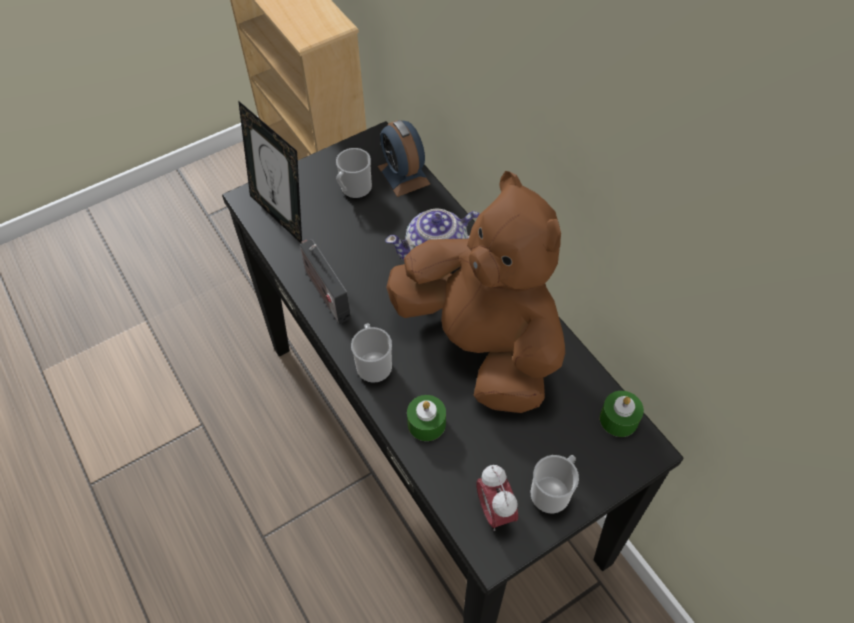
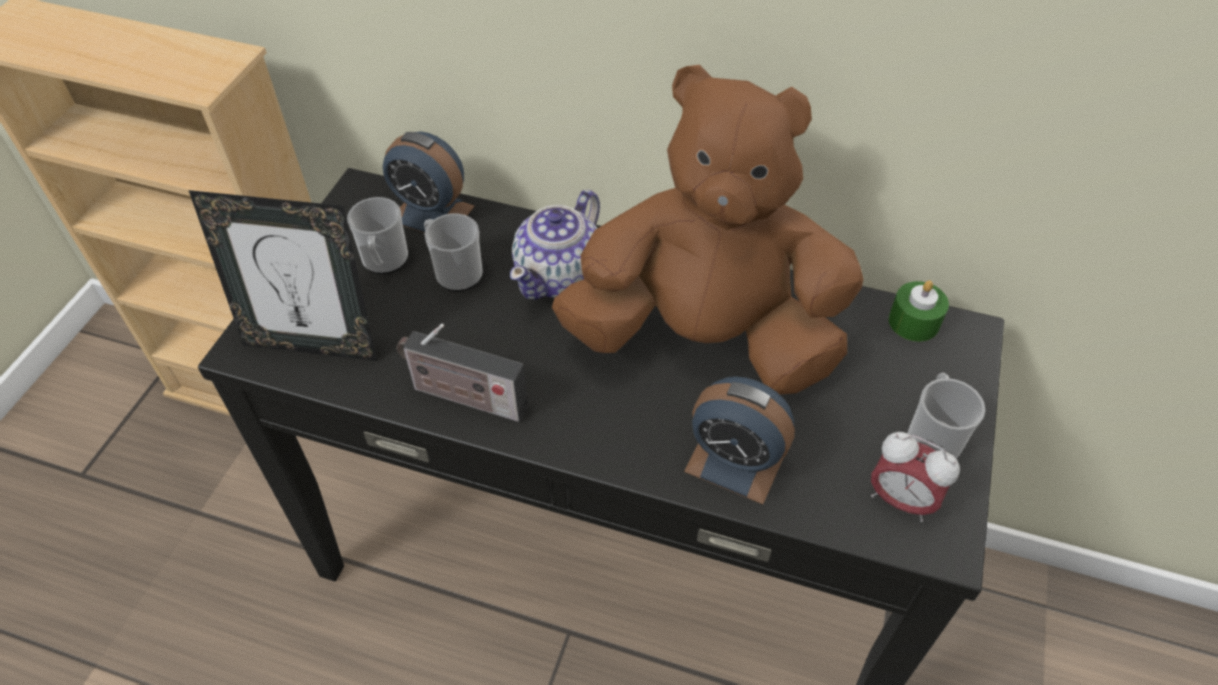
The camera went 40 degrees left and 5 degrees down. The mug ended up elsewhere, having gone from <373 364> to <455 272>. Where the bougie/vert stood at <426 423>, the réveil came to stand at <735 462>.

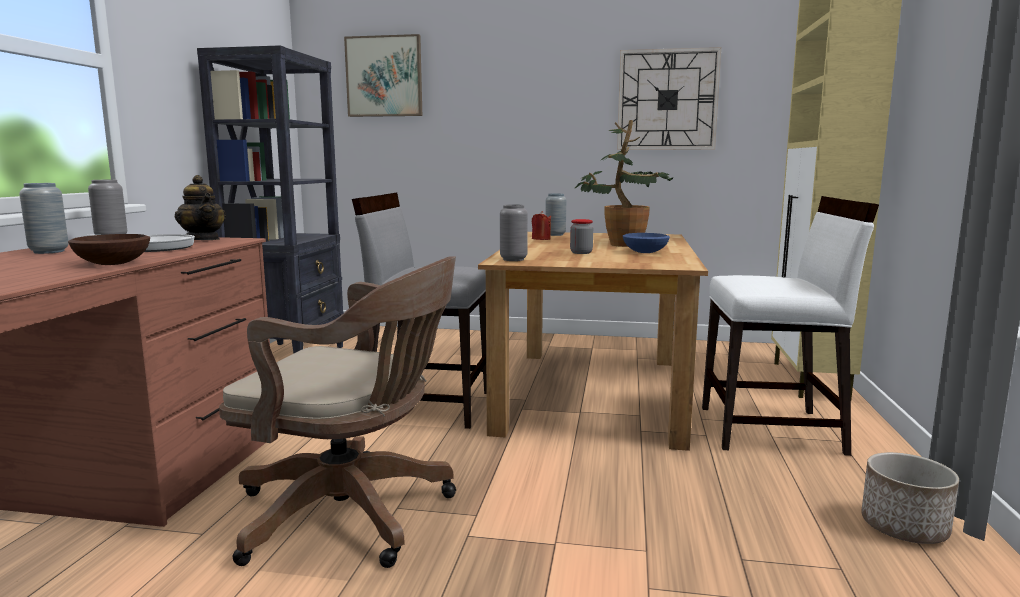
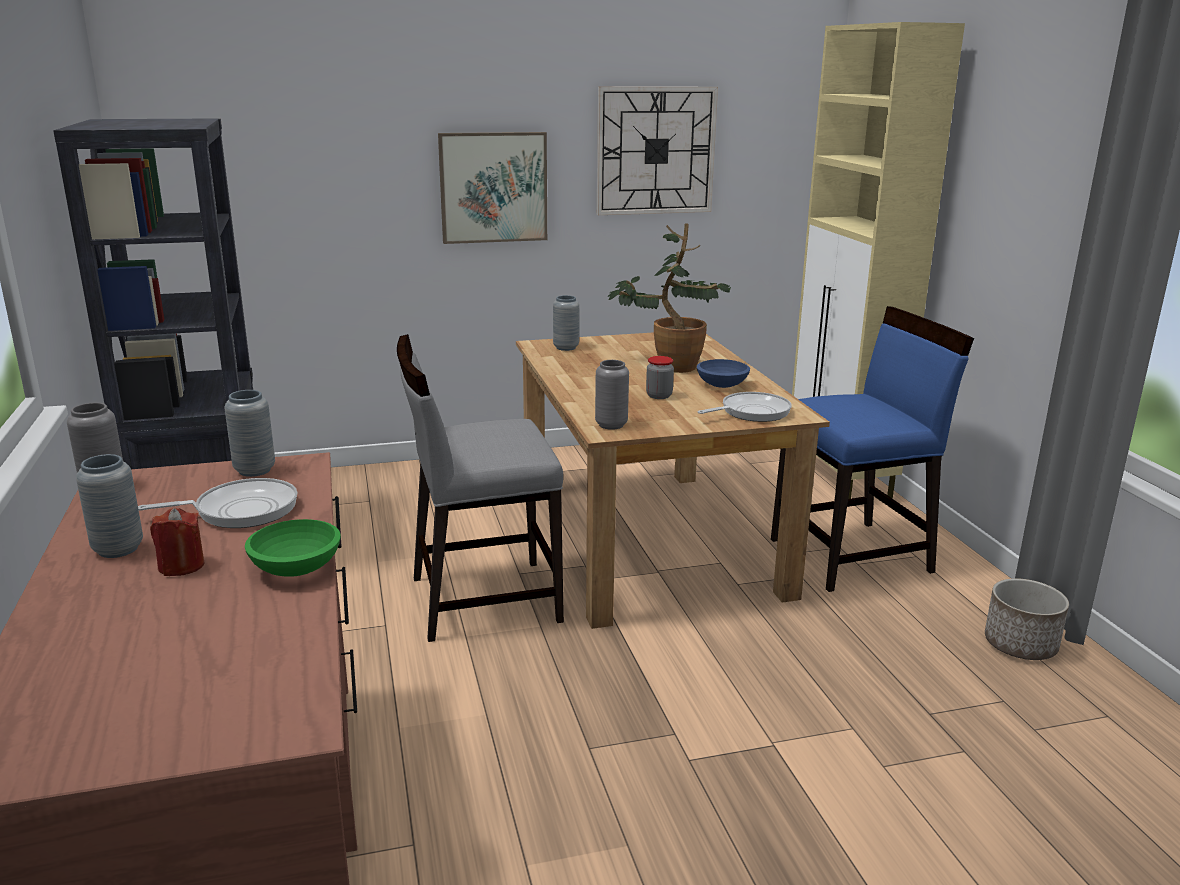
The camera went 25 degrees left and 10 degrees up. What was the bol/marron at <112 263> turned into the bol/vert at <294 568>. Where the théière stood at <203 239>, the vase/gris came to stand at <254 470>. The second view lost the chaise de bureau/marron at <354 514>. The tableau ended up elsewhere, having gone from <384 76> to <493 187>. The bougie/rouge ended up elsewhere, having gone from <541 239> to <181 566>. What was the chaise/blanc at <772 430> turned into the chaise/bleu at <852 555>. The second view gained the poêle at <751 412>.

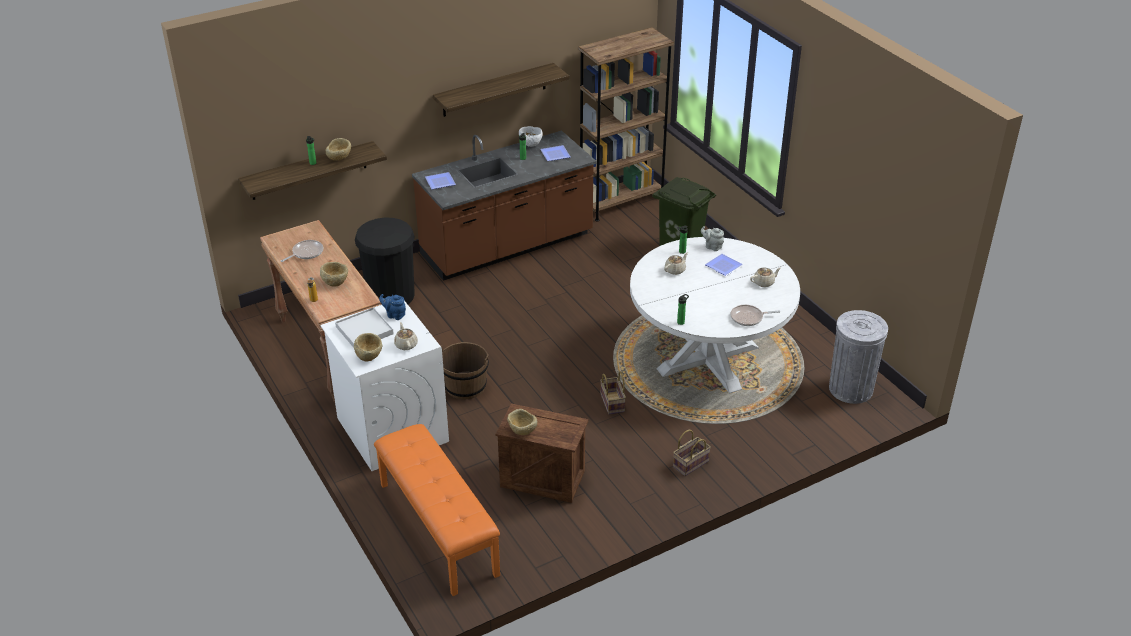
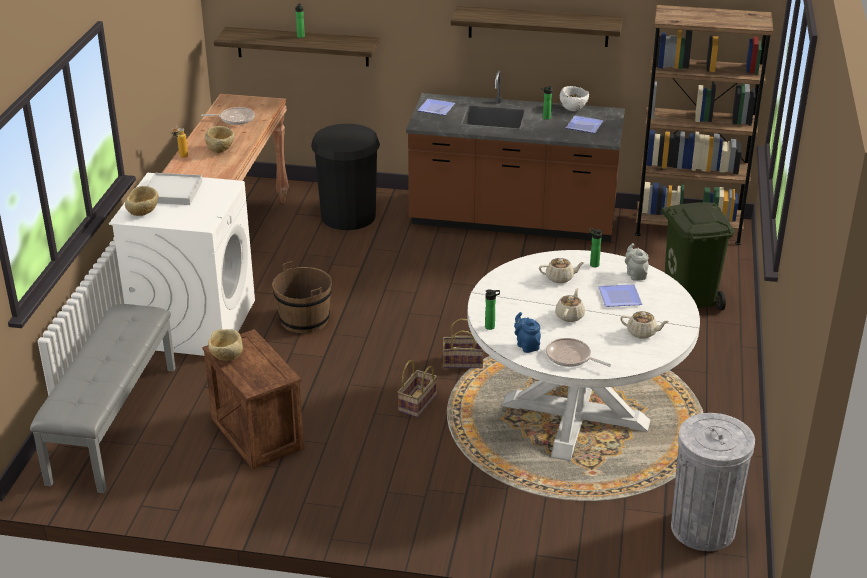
The camera went 40 degrees right and 5 degrees down. The second view lost the bol/beige at <339 159>. What was the banc/orange at <437 528> turned into the banc/gris at <112 423>. The théière/bleu ended up elsewhere, having gone from <394 315> to <526 345>. The théière/beige ended up elsewhere, having gone from <406 344> to <570 316>. The panier ended up elsewhere, having gone from <691 463> to <464 361>.

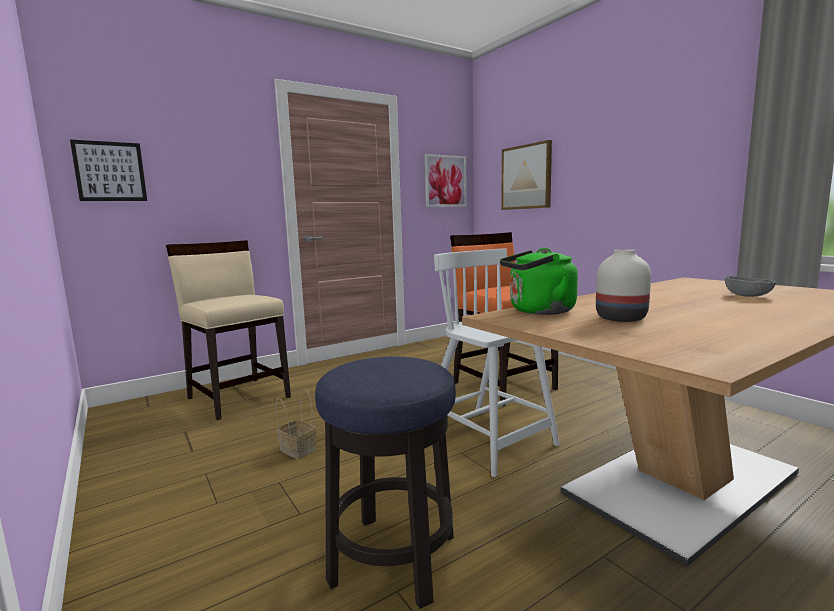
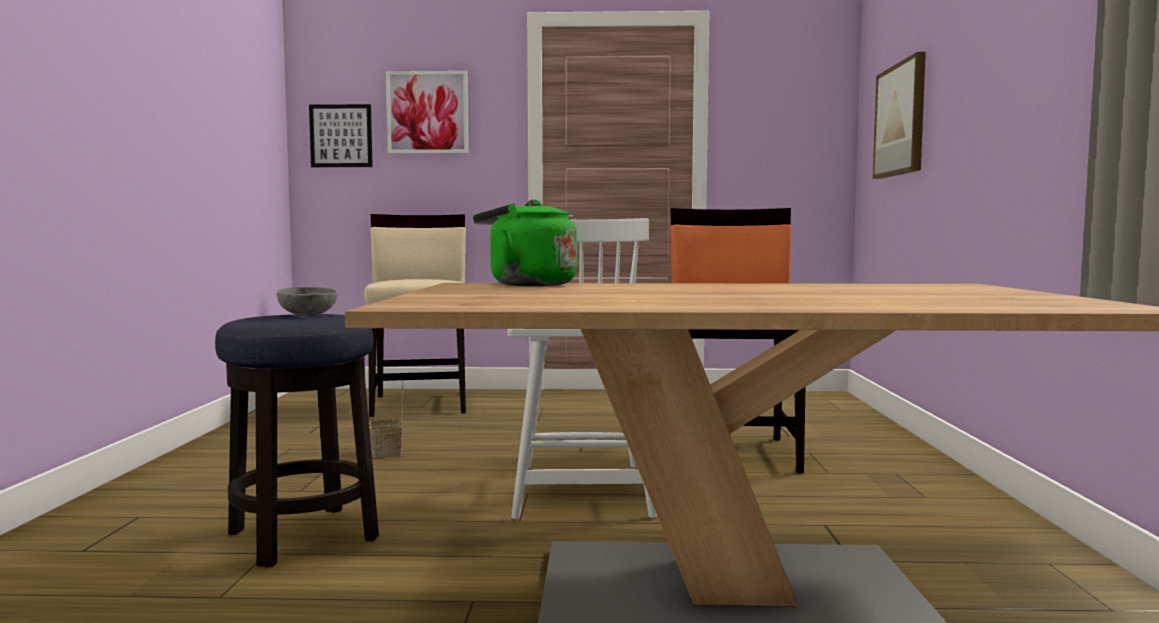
The camera went 35 degrees right and 5 degrees down. The tableau ended up elsewhere, having gone from <445 181> to <427 112>. The second view lost the vase/blanc at <621 318>. The bol/gris ended up elsewhere, having gone from <747 296> to <309 315>.

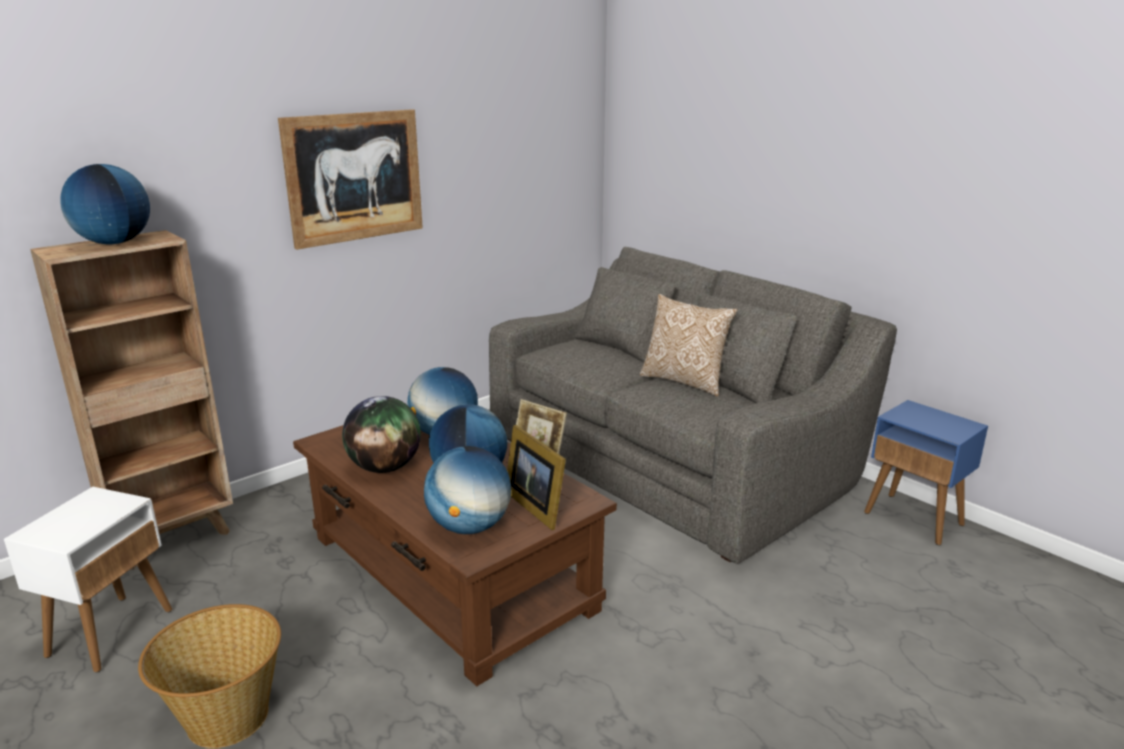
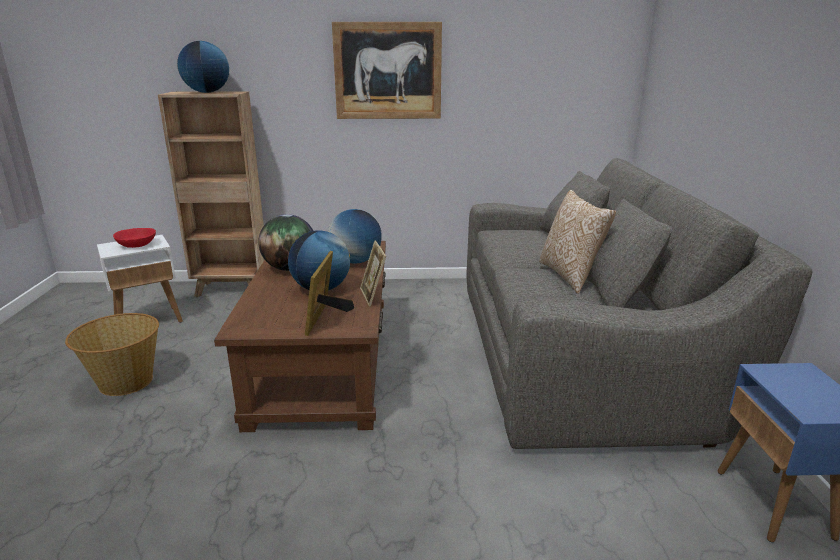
The camera went 40 degrees right and 0 degrees up. The second view lost the globe at <469 527>. The second view gained the bol/rouge at <137 245>.

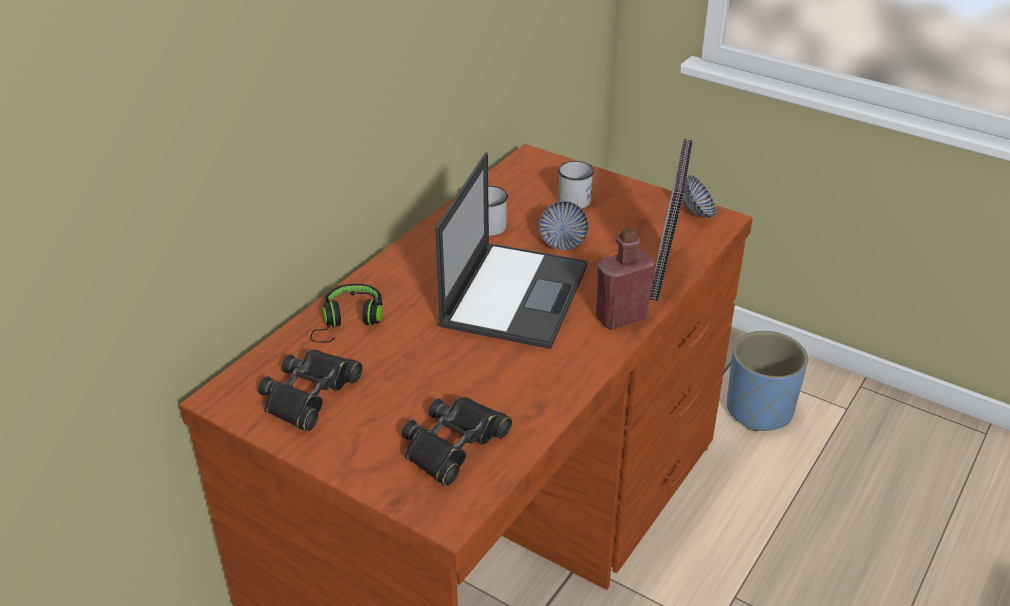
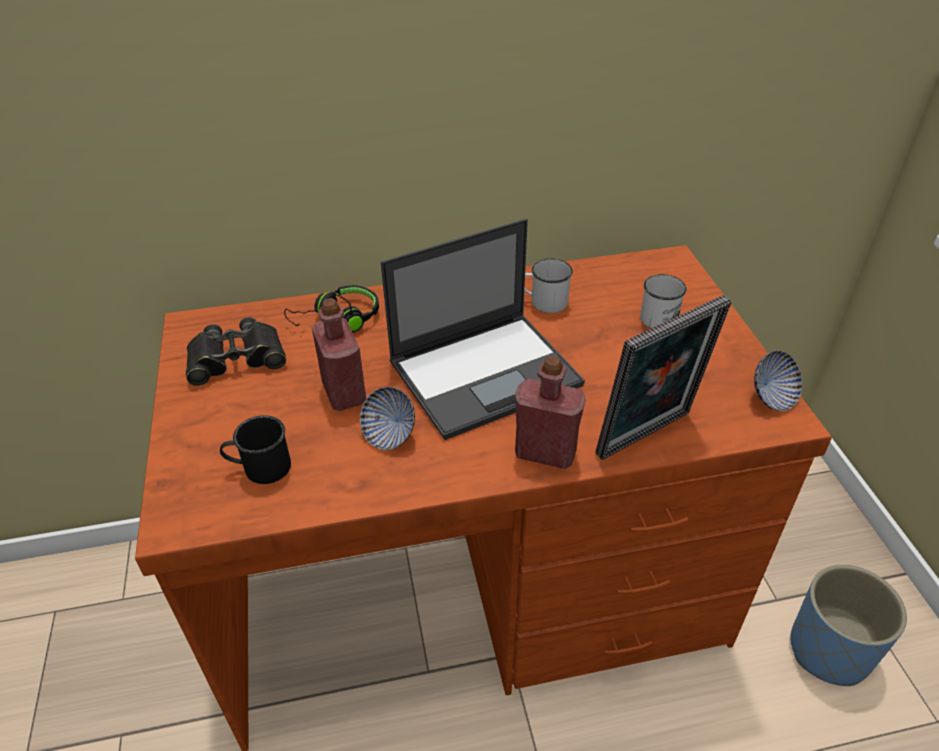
The camera went 45 degrees right and 5 degrees up. Where the jumelles/noir stood at <453 445>, the mug/noir came to stand at <260 468>. The bol ended up elsewhere, having gone from <562 241> to <389 434>. The second view gained the bouteille/rouge at <344 393>.

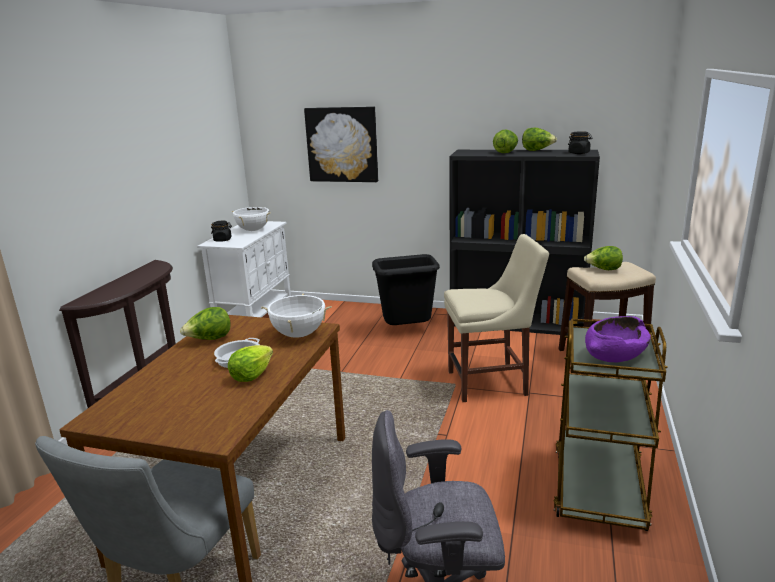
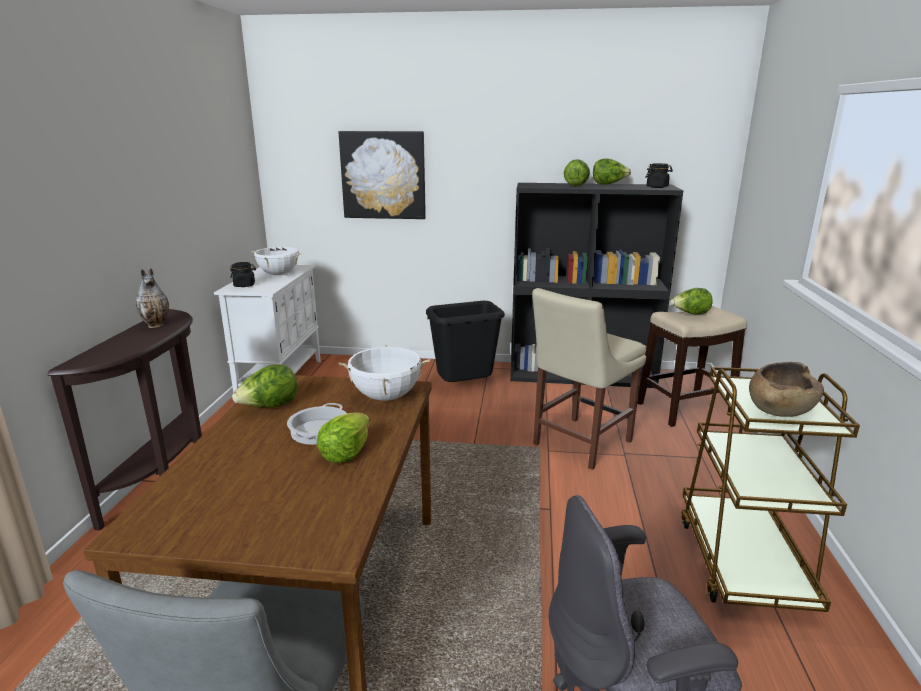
The camera went 10 degrees left and 0 degrees up. The chaise/beige at <491 383> ended up facing another way, 150 degrees clockwise from before. What was the bol/violet at <615 354> turned into the bol/marron at <781 407>. The second view gained the vase at <157 325>.

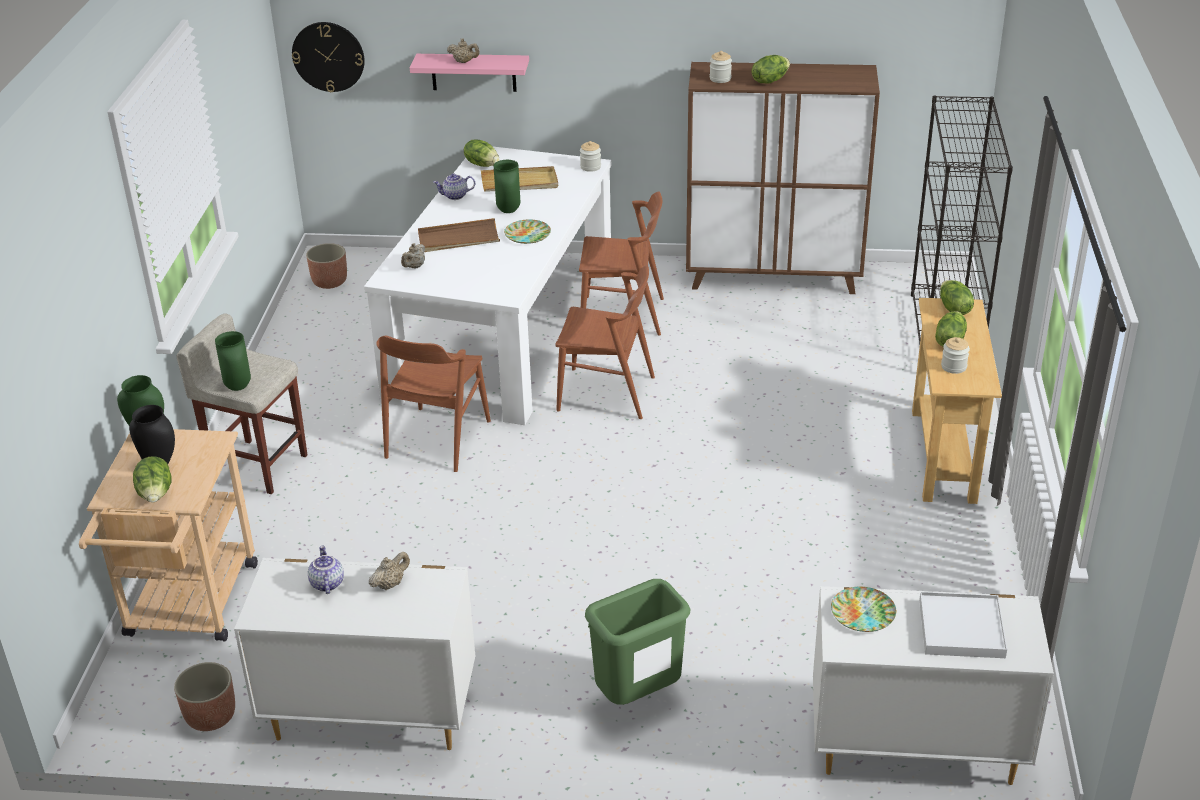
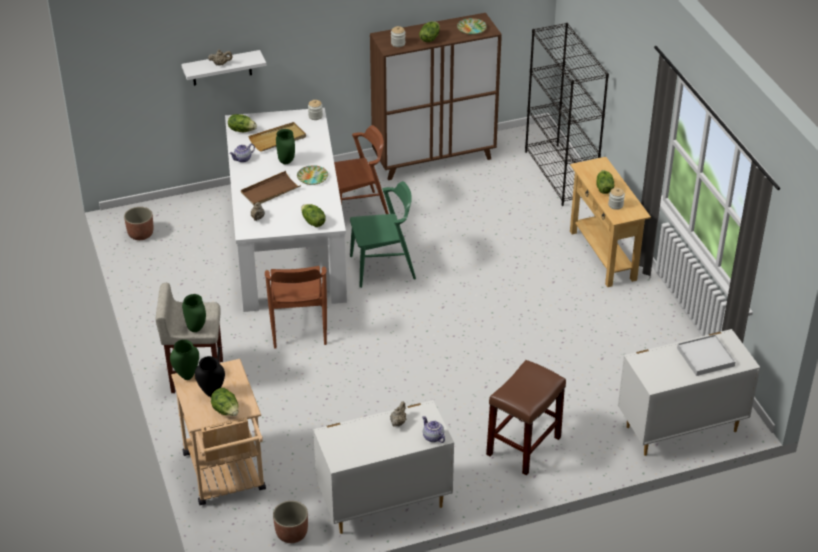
The camera went 25 degrees left and 5 degrees up. The second view lost the horloge murale at <328 56>. The théière ended up elsewhere, having gone from <326 583> to <432 437>. What was the étagère/rose at <473 72> turned into the étagère/blanc at <221 68>. What was the chaise/marron at <606 393> turned into the chaise/vert at <383 267>. Where the poubelle/vert stood at <638 697>, the tabouret/marron came to stand at <523 446>. The assiette ended up elsewhere, having gone from <863 613> to <472 28>. The laitue ended up elsewhere, having gone from <953 309> to <313 222>.

